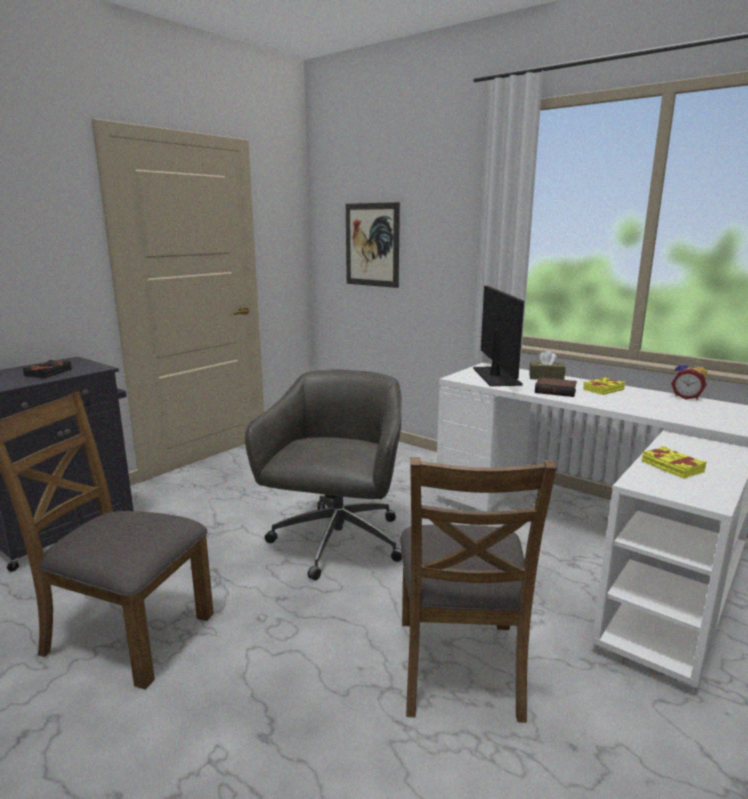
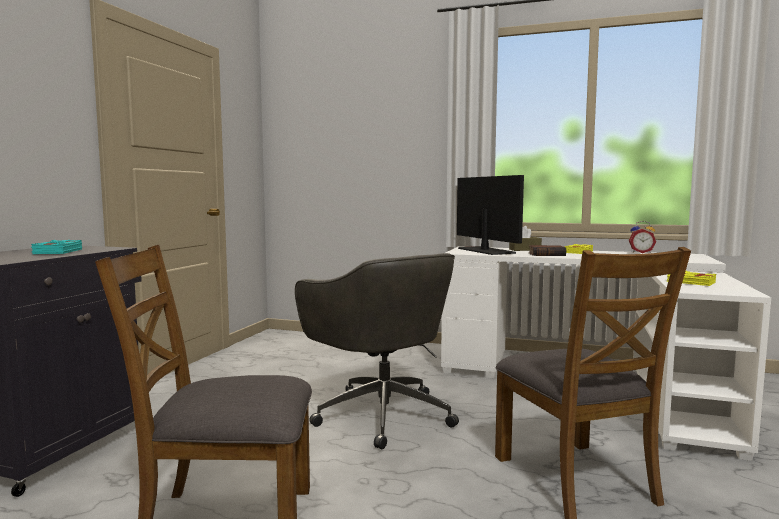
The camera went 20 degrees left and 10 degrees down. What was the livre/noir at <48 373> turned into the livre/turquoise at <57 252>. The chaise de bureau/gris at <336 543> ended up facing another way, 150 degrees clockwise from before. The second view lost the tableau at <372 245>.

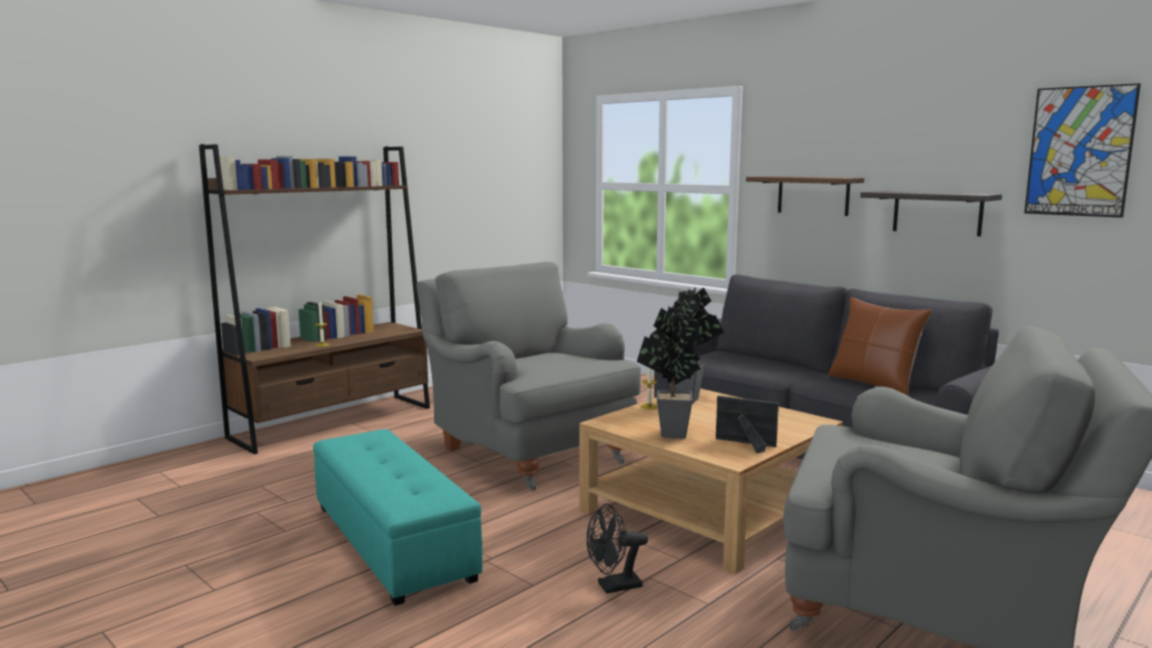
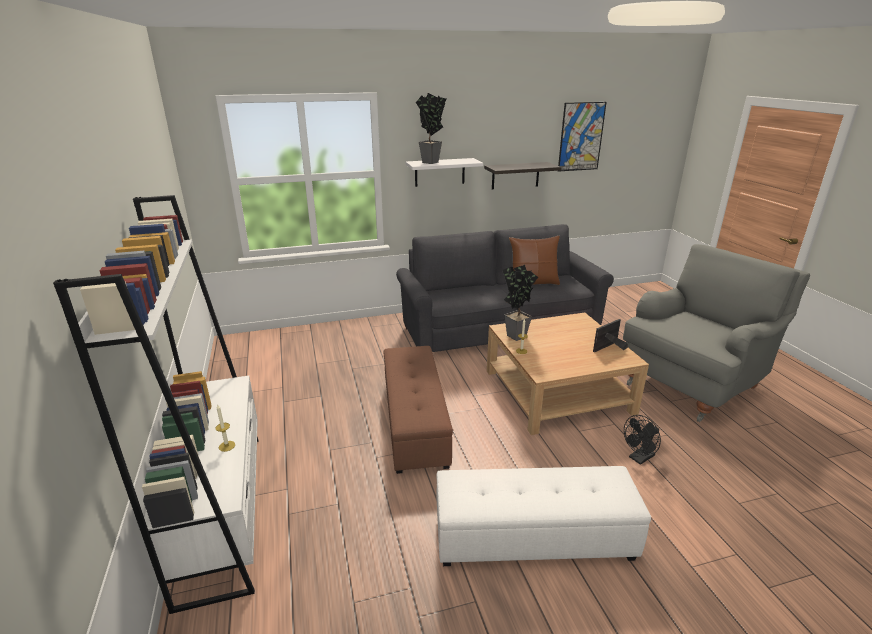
The camera went 60 degrees left and 15 degrees up. What was the bibliothèque/marron at <334 422> turned into the bibliothèque/blanc at <222 510>. What was the pouf/turquoise at <391 542> turned into the pouf/blanc at <533 537>. Where the fauteuil/gris stood at <528 452>, the pouf/marron came to stand at <414 422>. The ventilateur/noir at <613 587> ended up facing another way, 45 degrees clockwise from before. The plante en pot ended up elsewhere, having gone from <670 435> to <431 163>. What was the étagère/marron at <813 195> turned into the étagère/blanc at <439 172>.

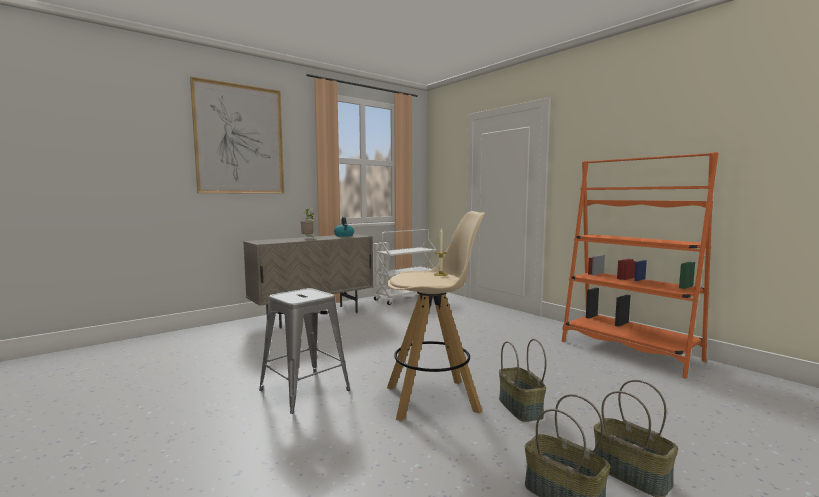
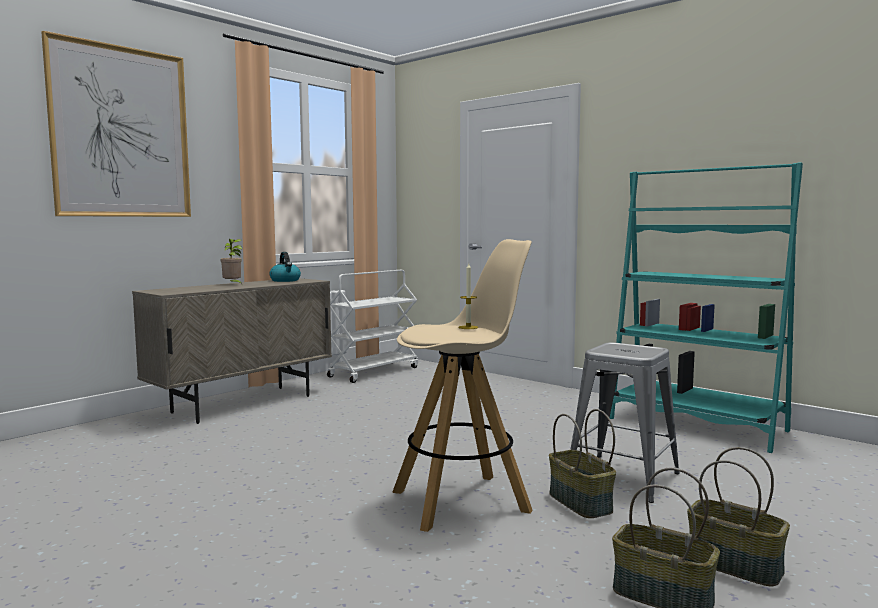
The camera went 10 degrees left and 0 degrees up. The tabouret/gris ended up elsewhere, having gone from <304 390> to <622 477>. What was the bibliothèque/orange at <629 351> turned into the bibliothèque/turquoise at <696 425>.

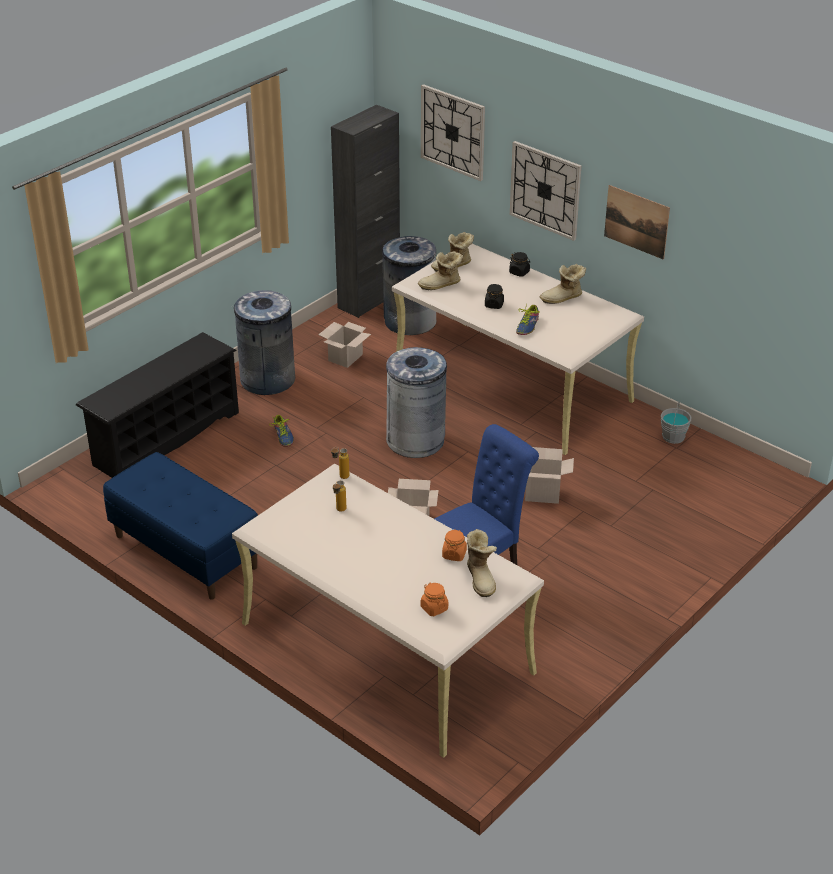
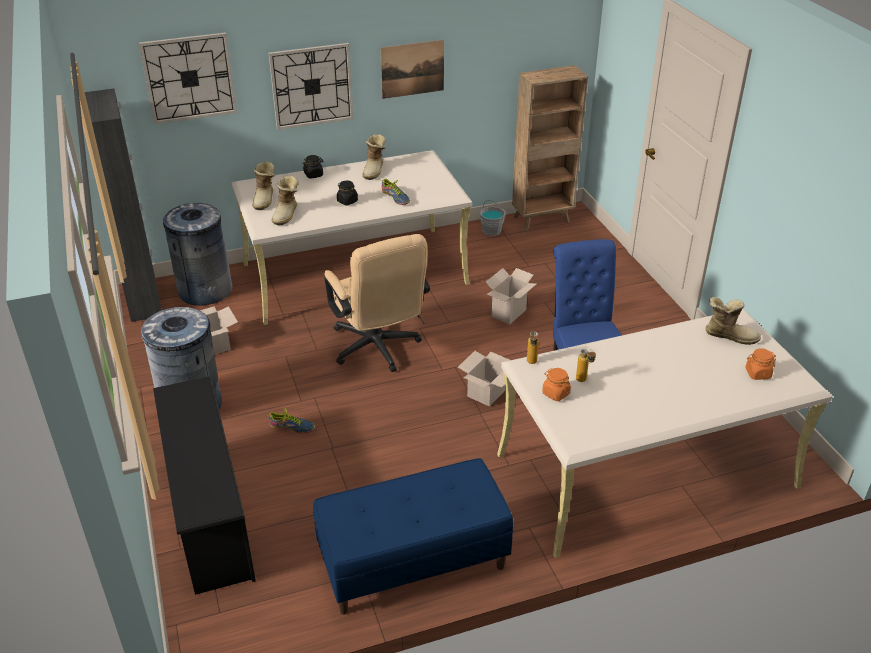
The camera went 60 degrees left and 0 degrees up. Where the poubelle/gris stood at <416 440>, the chaise de bureau/beige came to stand at <378 350>. The bocal/orange ended up elsewhere, having gone from <454 554> to <555 393>. The second view gained the bibliothèque/marron at <542 219>.

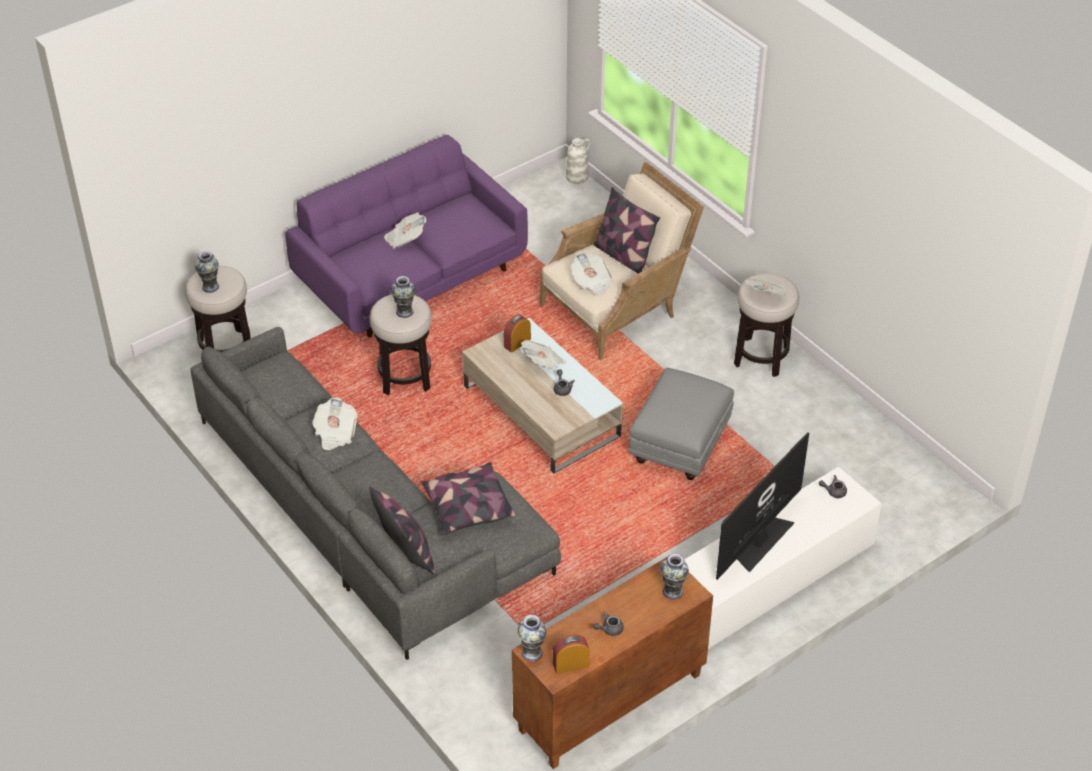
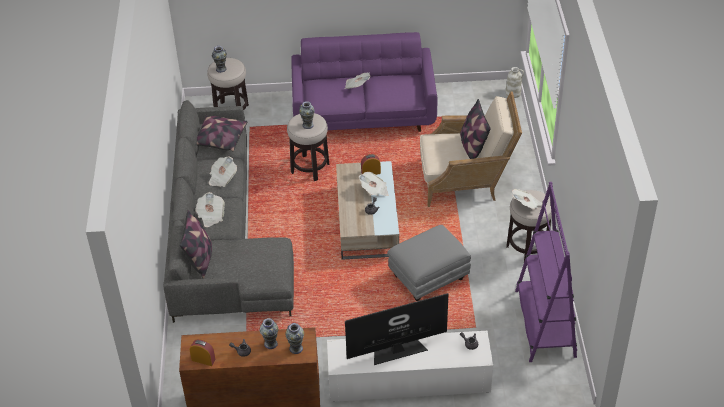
The camera went 35 degrees right and 0 degrees up. The coussin ended up elsewhere, having gone from <467 508> to <220 139>. The vase ended up elsewhere, having gone from <532 652> to <271 343>. The journal ended up elsewhere, having gone from <592 283> to <211 216>. The second view gained the bibliothèque/violet at <545 323>.

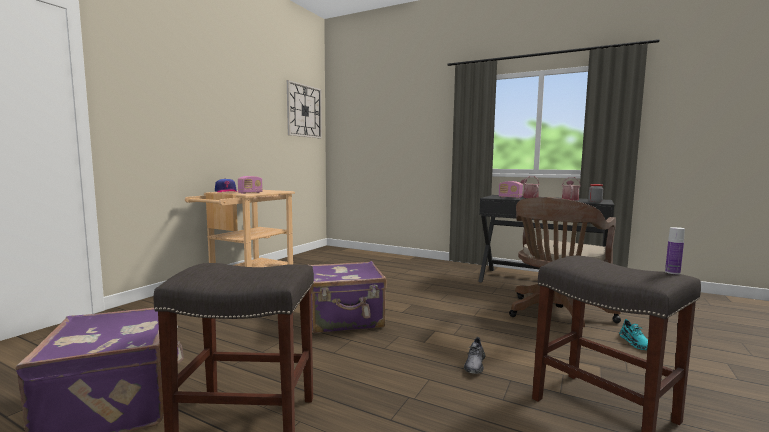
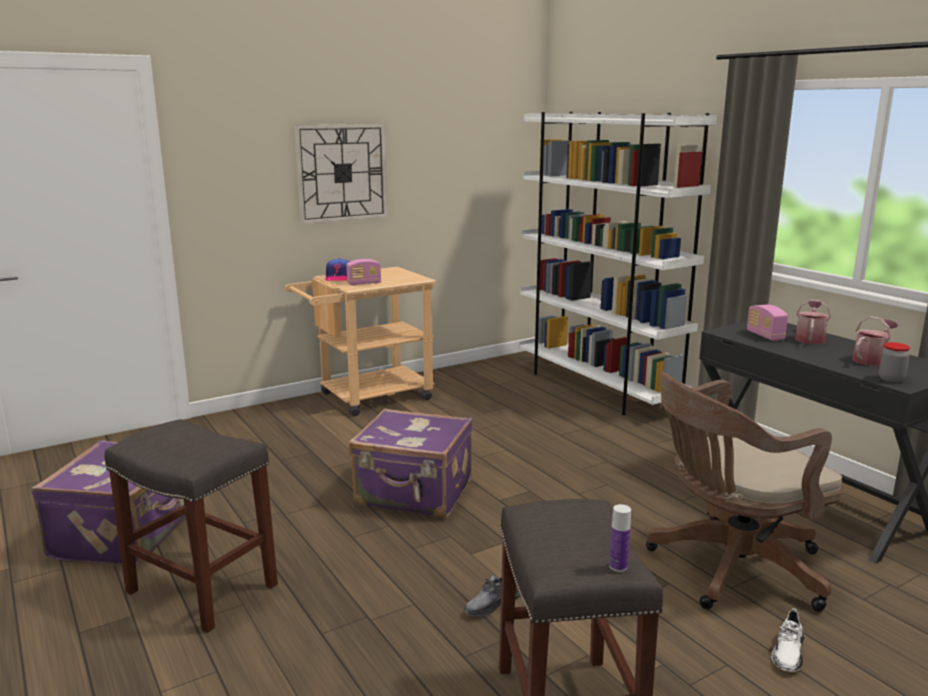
The camera went 30 degrees right and 10 degrees up. The horloge murale ended up elsewhere, having gone from <304 111> to <342 173>. What was the chaussure/turquoise at <636 343> turned into the chaussure/blanc at <788 652>. The second view gained the bibliothèque/blanc at <597 388>.

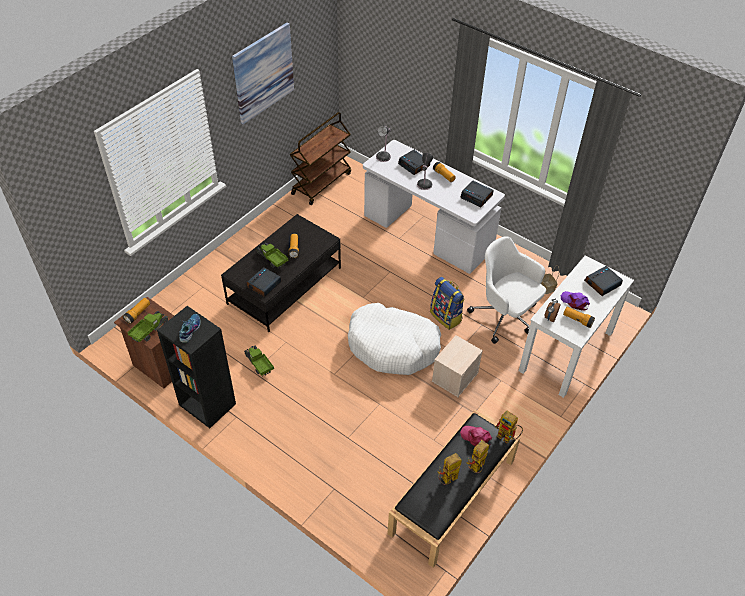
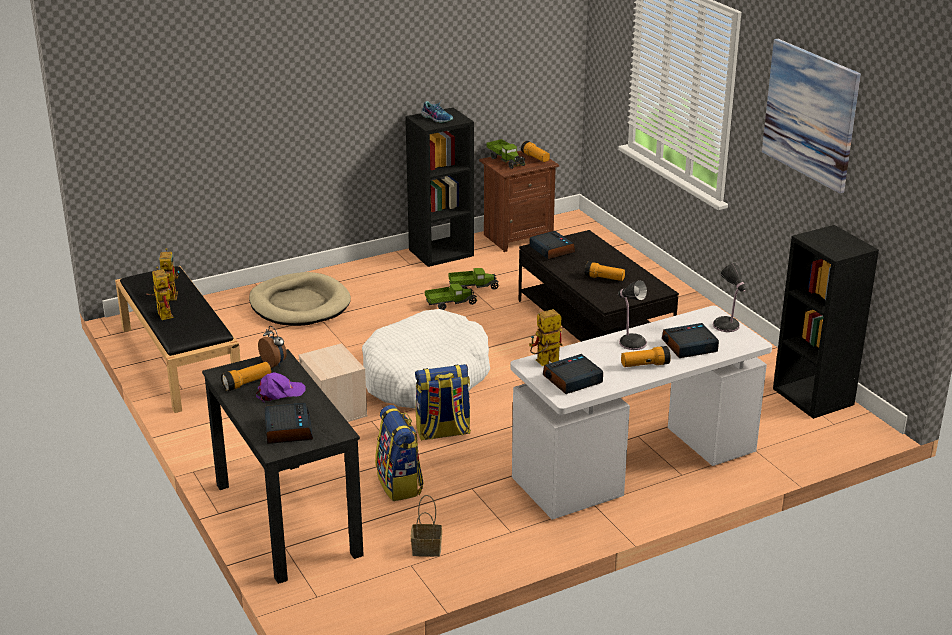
The camera went 115 degrees right and 20 degrees down. The camion jouet ended up elsewhere, having gone from <272 259> to <450 304>. Where the chariot/marron stood at <321 183>, the bibliothèque/noir came to stand at <814 397>. The second view lost the casquette/rose at <476 437>. Where the chaise de bureau/blanc stood at <505 317>, the sac à dos came to stand at <400 484>. The robot jouet ended up elsewhere, having gone from <508 437> to <544 363>. What was the bureau/blanc at <566 351> turned into the bureau/noir at <287 519>. The second view gained the panier pour chien/beige at <299 304>.

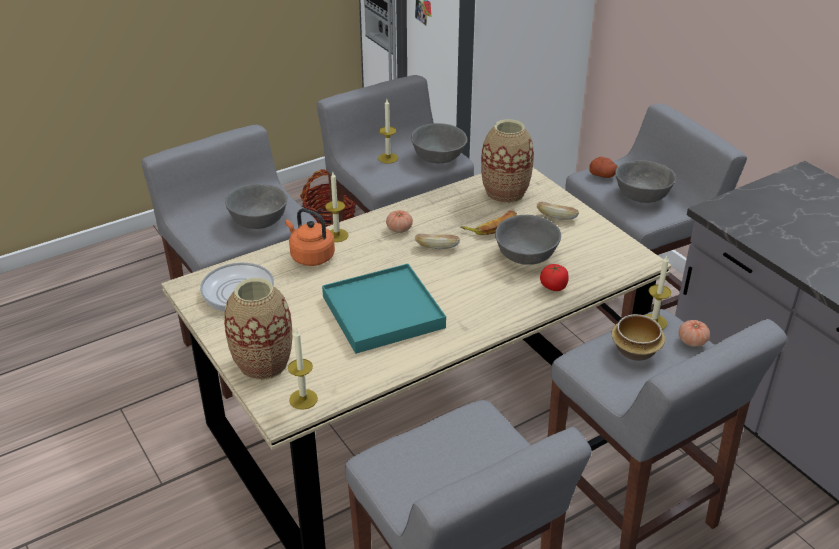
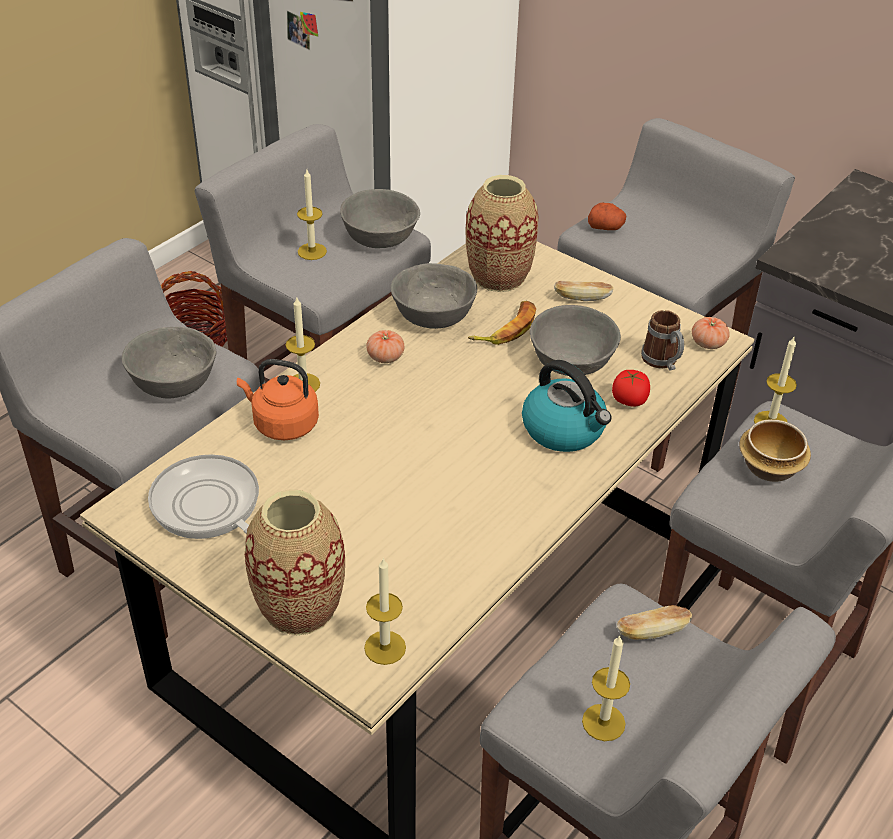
The camera went 20 degrees left and 5 degrees up. The second view lost the plateau/turquoise at <383 312>. The pain ended up elsewhere, having gone from <437 247> to <651 632>. The bol/gris ended up elsewhere, having gone from <642 194> to <433 315>. The tomate ended up elsewhere, having gone from <692 341> to <708 343>. The second view gained the bouilloire at <564 430>. The second view gained the bougie at <603 722>. The second view gained the mug at <663 362>.

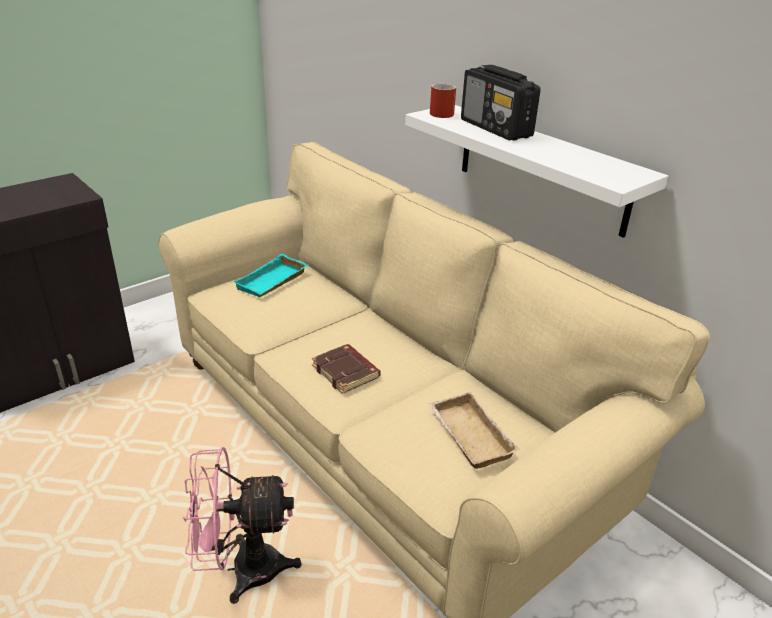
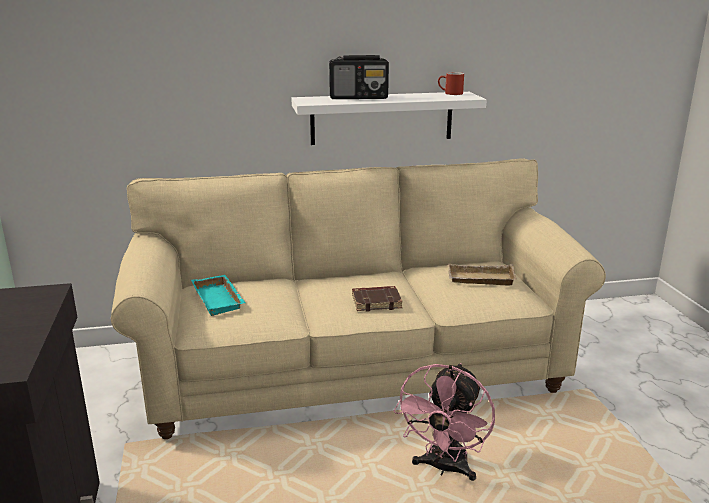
The camera went 60 degrees left and 10 degrees down. The mug/rouge ended up elsewhere, having gone from <438 113> to <450 93>.

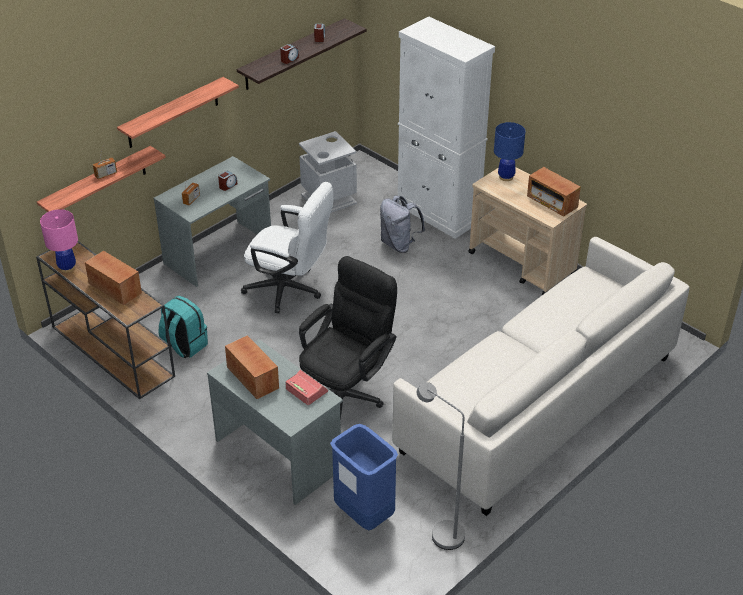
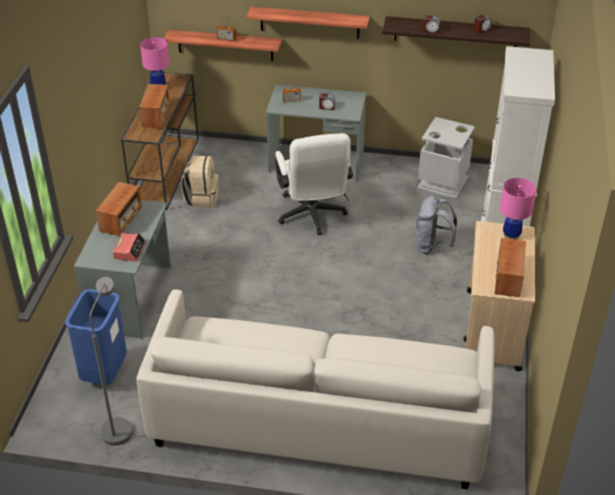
The camera went 55 degrees right and 0 degrees up. What was the sac à dos/turquoise at <184 345> turned into the sac à dos/beige at <202 198>. The second view lost the chaise de bureau/noir at <347 392>. What was the lampe de table/bleu at <506 177> turned into the lampe de table/rose at <511 235>.

